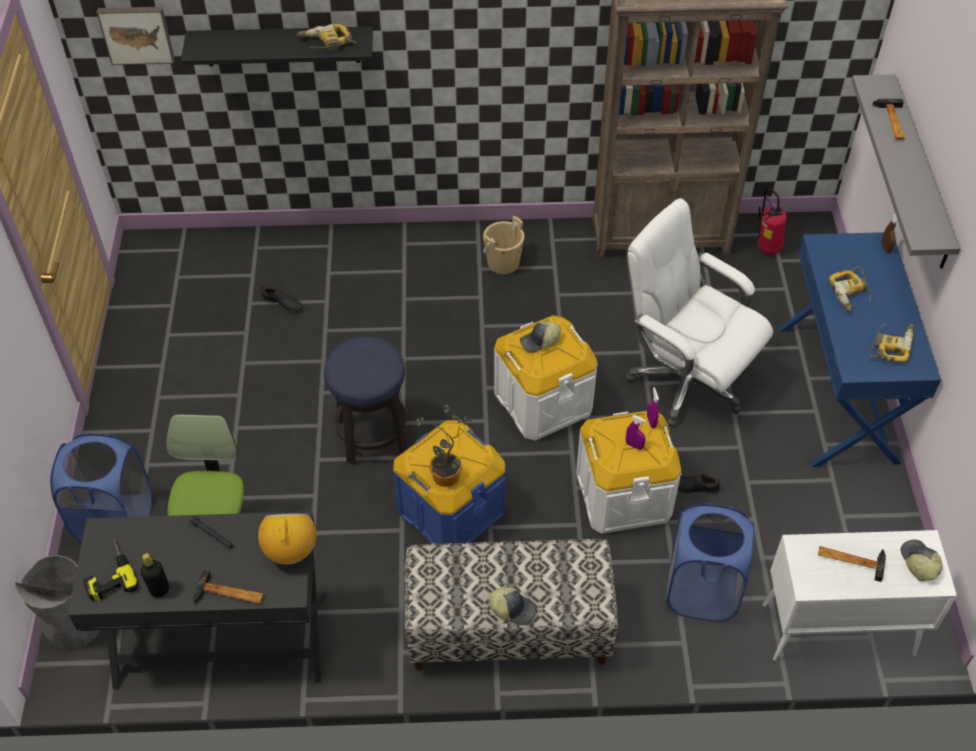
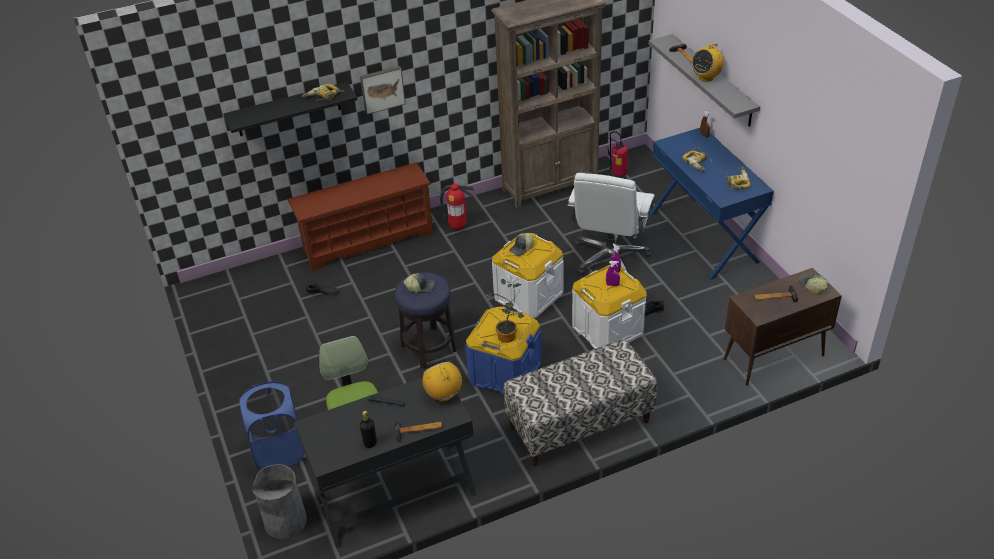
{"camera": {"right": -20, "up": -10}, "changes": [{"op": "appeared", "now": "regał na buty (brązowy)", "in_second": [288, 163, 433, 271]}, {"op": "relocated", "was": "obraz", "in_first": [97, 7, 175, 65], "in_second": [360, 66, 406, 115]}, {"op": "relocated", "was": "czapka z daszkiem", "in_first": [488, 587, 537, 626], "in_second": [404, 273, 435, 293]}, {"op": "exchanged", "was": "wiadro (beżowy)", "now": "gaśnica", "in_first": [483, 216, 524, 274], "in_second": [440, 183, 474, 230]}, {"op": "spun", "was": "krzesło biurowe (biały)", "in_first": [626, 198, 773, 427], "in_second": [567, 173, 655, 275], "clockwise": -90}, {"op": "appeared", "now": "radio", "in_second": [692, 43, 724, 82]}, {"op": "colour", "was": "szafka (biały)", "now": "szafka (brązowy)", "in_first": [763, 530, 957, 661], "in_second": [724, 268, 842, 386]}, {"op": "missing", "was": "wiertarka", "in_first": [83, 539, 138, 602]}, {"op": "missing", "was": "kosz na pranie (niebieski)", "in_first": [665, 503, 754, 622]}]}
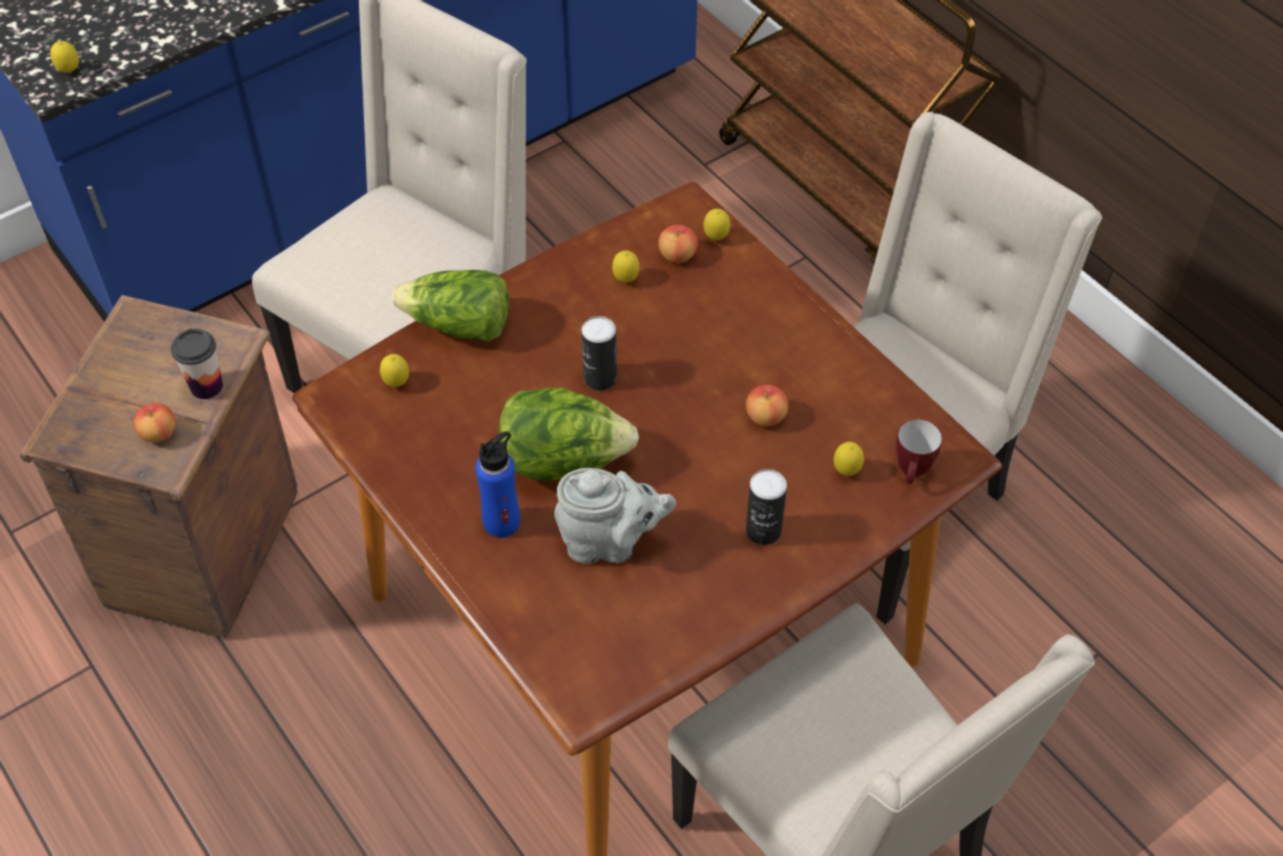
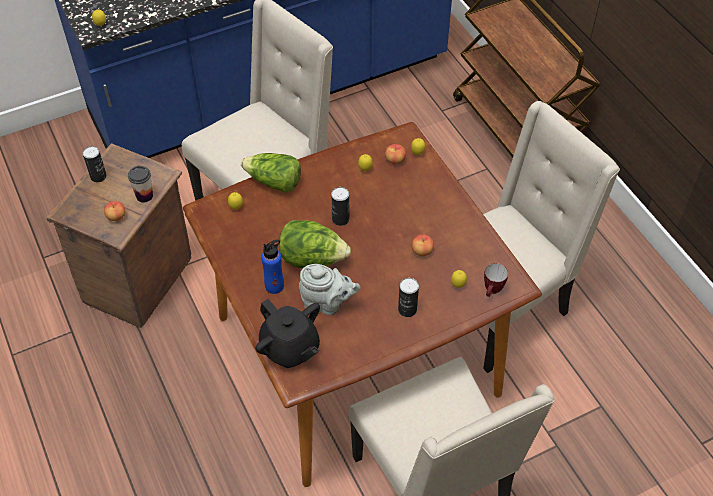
{"camera": {"right": 10, "up": 0}, "changes": [{"op": "appeared", "now": "puszka", "in_second": [83, 146, 107, 182]}, {"op": "appeared", "now": "imbryk (czarny)", "in_second": [255, 299, 320, 368]}]}
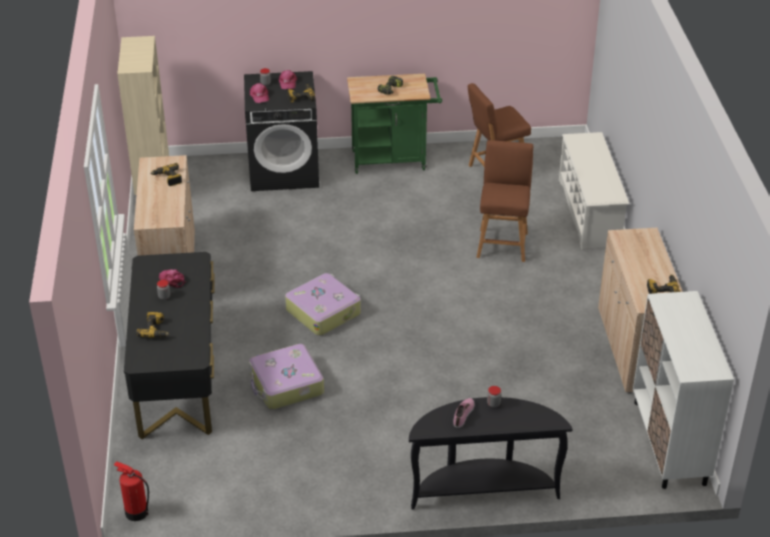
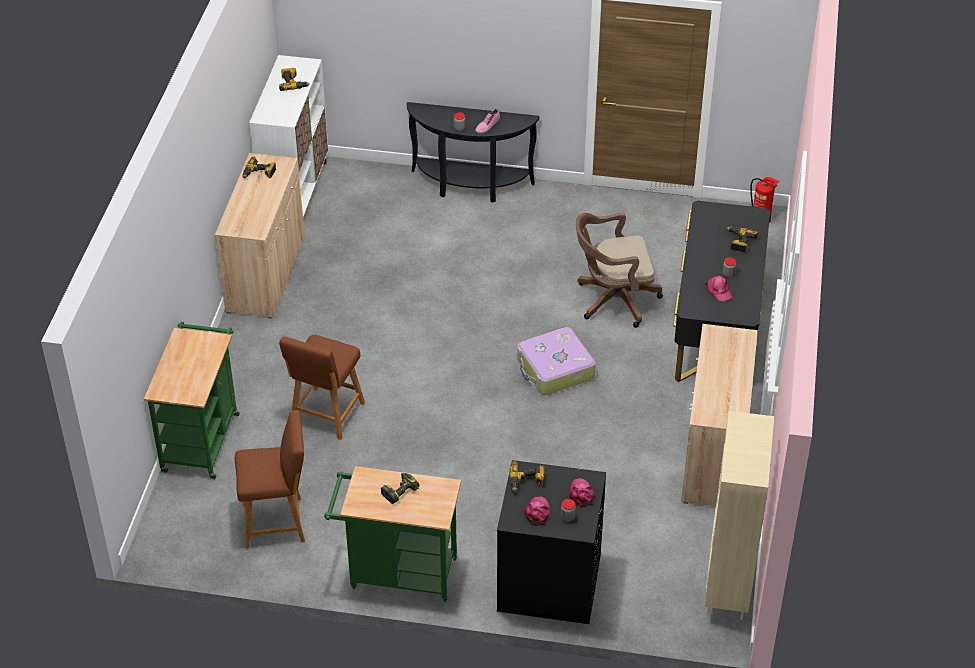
{"camera": {"right": -165, "up": 5}, "changes": [{"op": "exchanged", "was": "regał na buty (biały)", "now": "wózek (zielony)", "in_first": [559, 132, 629, 250], "in_second": [144, 322, 240, 479]}, {"op": "relocated", "was": "wiertarka", "in_first": [150, 163, 182, 186], "in_second": [279, 68, 310, 91]}, {"op": "exchanged", "was": "walizka", "now": "krzesło biurowe (brązowy)", "in_first": [249, 344, 324, 410], "in_second": [575, 213, 663, 328]}]}
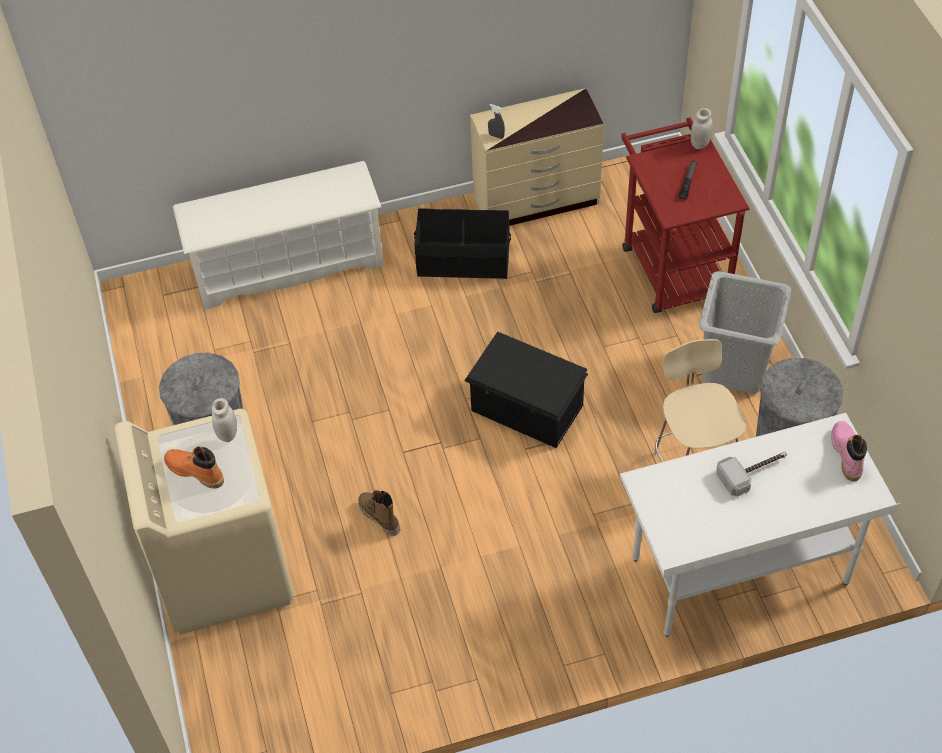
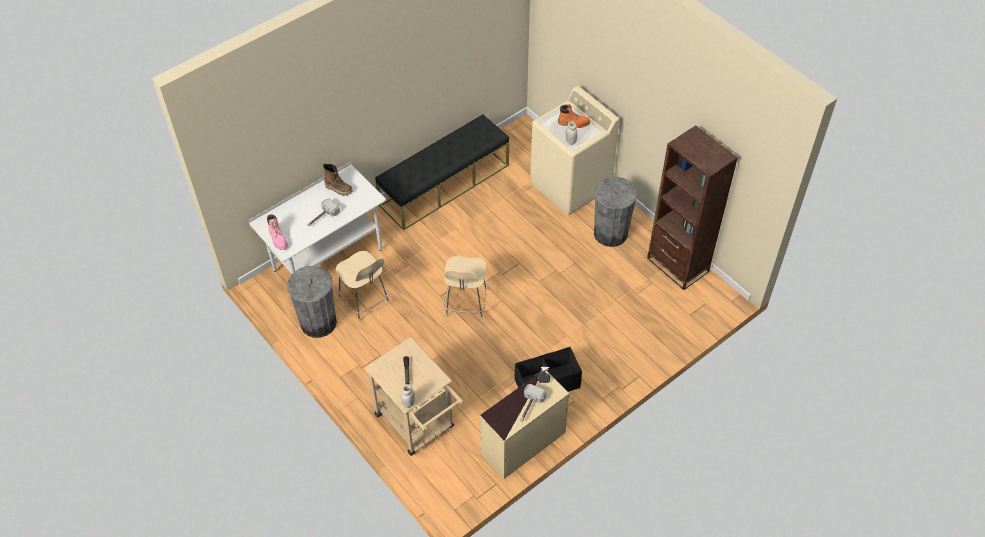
{"camera": {"right": 155, "up": 0}, "changes": [{"op": "relocated", "was": "but z cholewką", "in_first": [358, 490, 400, 536], "in_second": [323, 163, 353, 196]}, {"op": "colour", "was": "wózek (czerwony)", "now": "wózek (beżowy)", "in_first": [621, 117, 750, 313], "in_second": [364, 337, 463, 456]}, {"op": "appeared", "now": "ławka (czarny)", "in_second": [375, 114, 509, 230]}, {"op": "exchanged", "was": "pojemnik do przechowywania (czarny)", "now": "stołek (beżowy)", "in_first": [464, 332, 588, 448], "in_second": [444, 256, 487, 320]}, {"op": "appeared", "now": "młotek", "in_second": [520, 384, 547, 422]}, {"op": "appeared", "now": "regał (brązowy)", "in_second": [647, 125, 738, 290]}, {"op": "missing", "was": "regał na buty (biały)", "in_first": [173, 161, 384, 310]}, {"op": "missing", "was": "kosz na pranie (szary)", "in_first": [699, 271, 791, 394]}]}
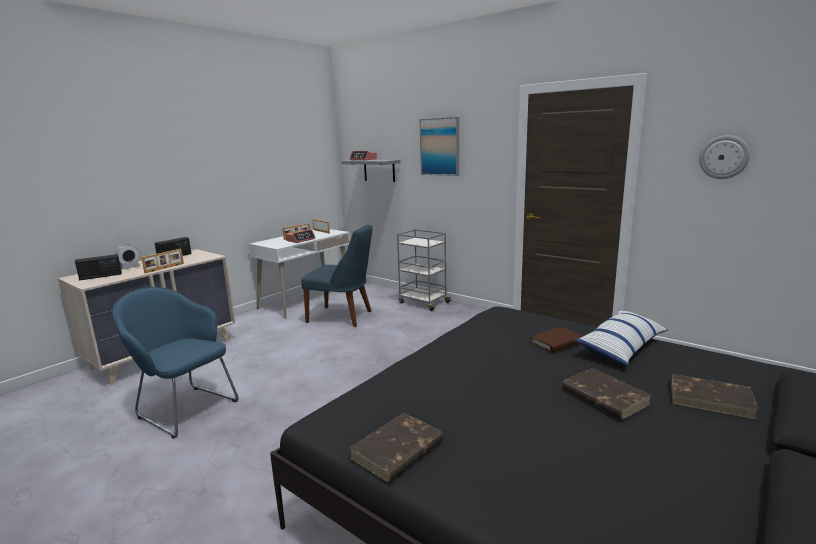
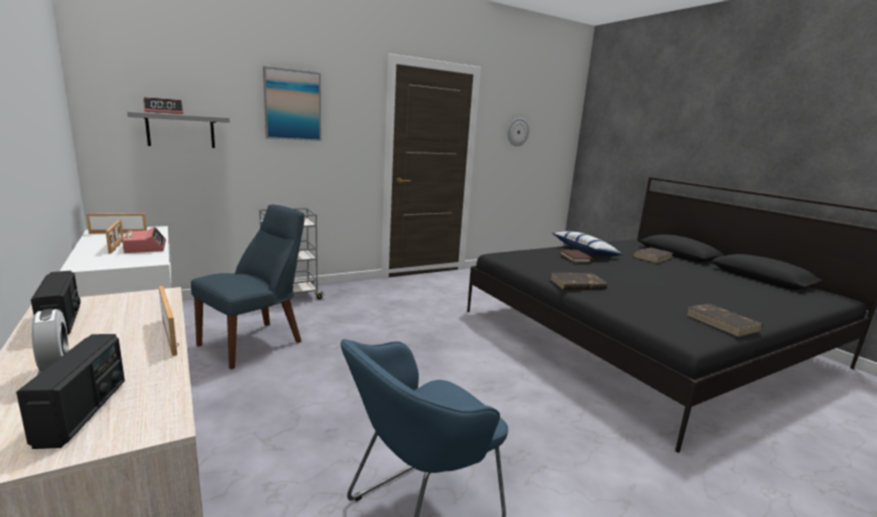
{"camera": {"right": -70, "up": 0}, "changes": [{"op": "relocated", "was": "książka (brązowy)", "in_first": [562, 368, 651, 419], "in_second": [550, 273, 607, 289]}]}
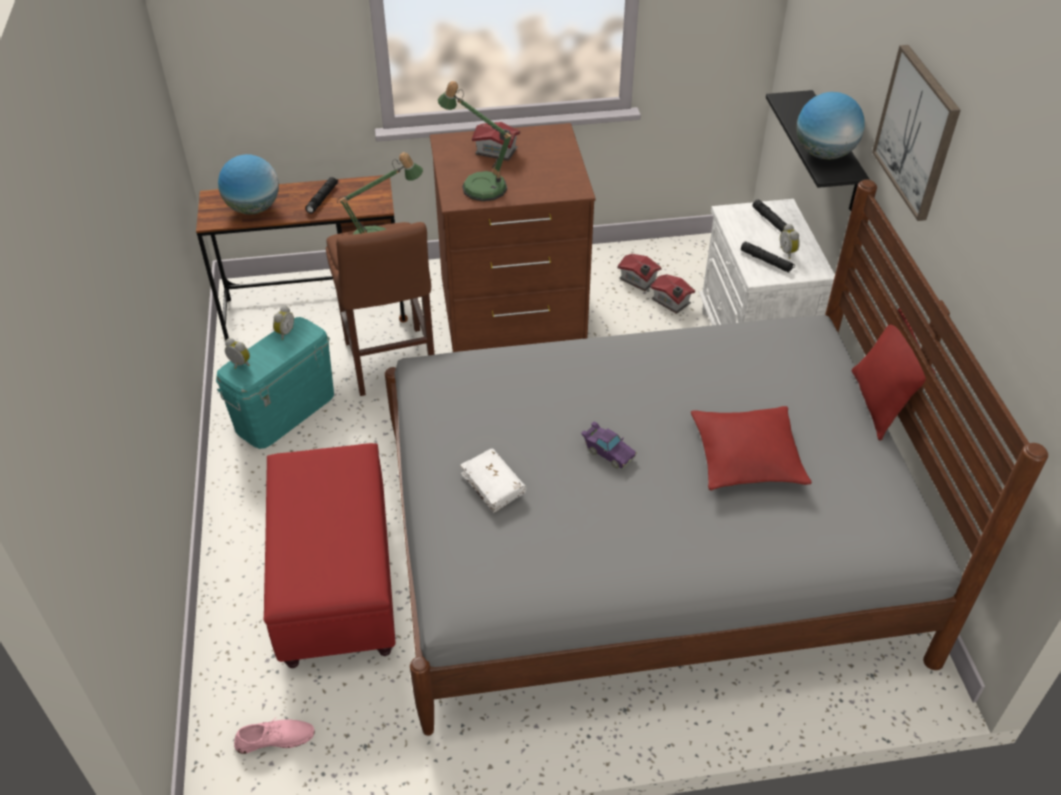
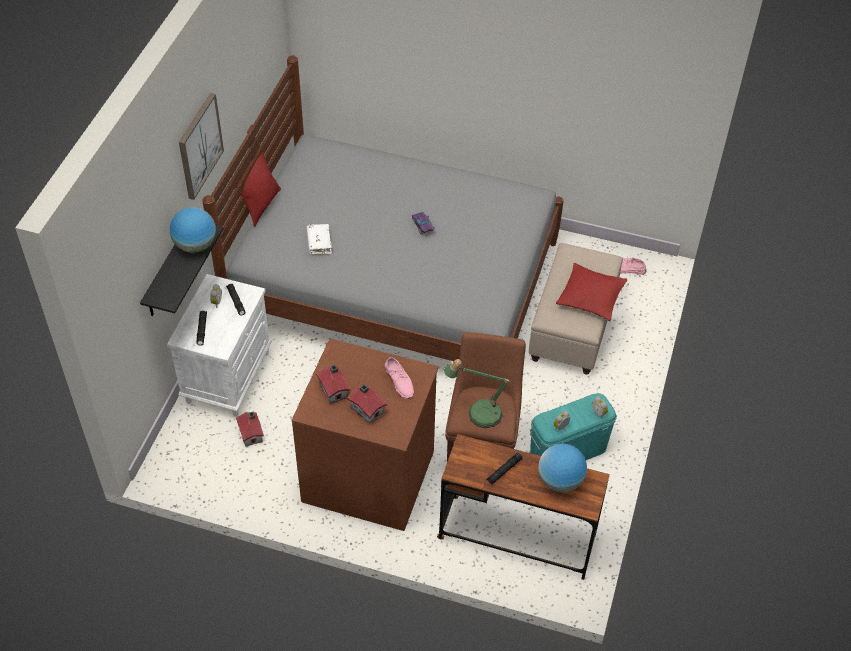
{"camera": {"right": -155, "up": 5}, "changes": [{"op": "relocated", "was": "książka (biały)", "in_first": [460, 449, 526, 513], "in_second": [306, 224, 332, 254]}, {"op": "relocated", "was": "domek", "in_first": [618, 254, 662, 291], "in_second": [316, 364, 350, 404]}, {"op": "exchanged", "was": "lampa stołowa", "now": "but (różowy)", "in_first": [438, 81, 514, 201], "in_second": [384, 357, 414, 399]}, {"op": "colour", "was": "pufa (czerwony)", "now": "pufa (beżowy)", "in_first": [263, 443, 395, 668], "in_second": [529, 243, 623, 375]}, {"op": "relocated", "was": "poduszka (czerwony)", "in_first": [691, 406, 812, 491], "in_second": [556, 263, 627, 321]}]}
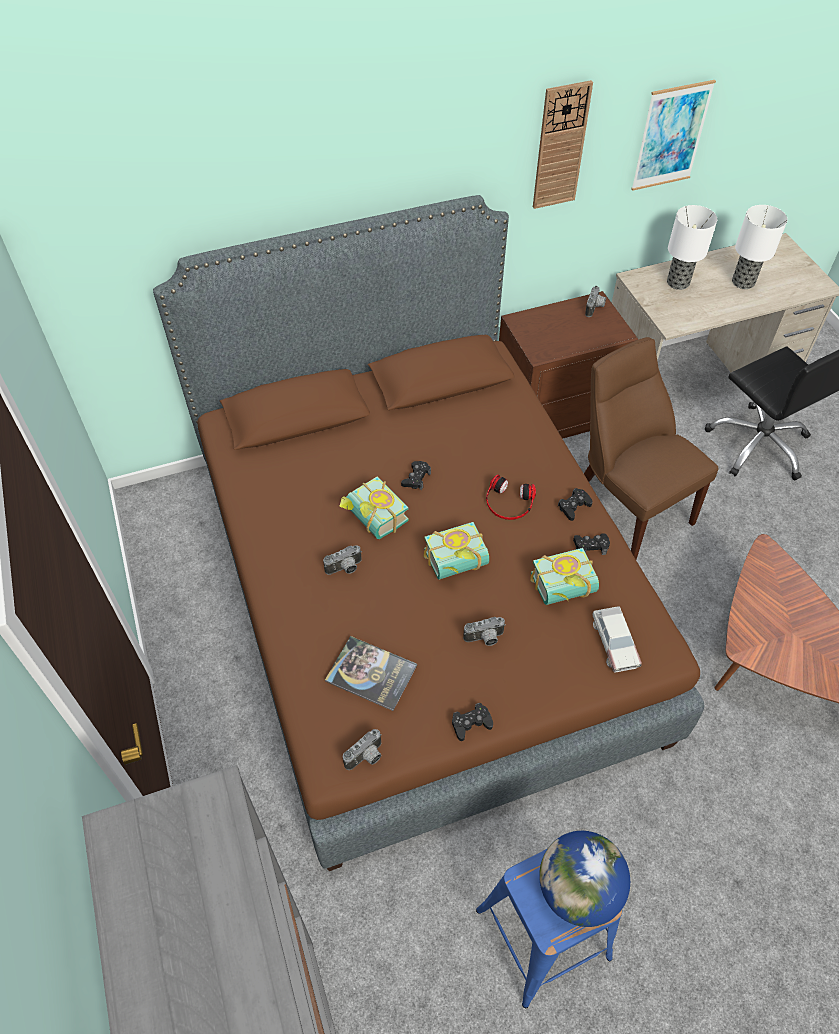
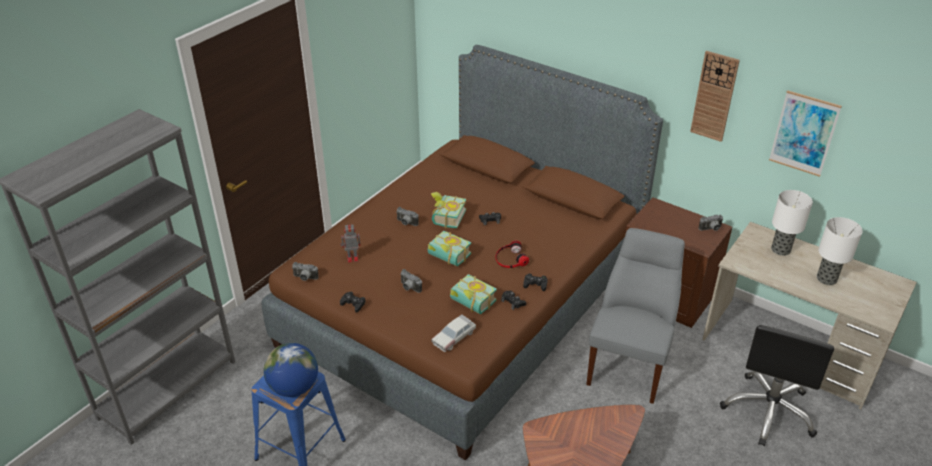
{"camera": {"right": 55, "up": -15}, "changes": [{"op": "exchanged", "was": "książka", "now": "robot zabawkowy", "in_first": [325, 636, 417, 711], "in_second": [340, 222, 360, 263]}, {"op": "colour", "was": "krzesło (brązowy)", "now": "krzesło (szary)", "in_first": [584, 337, 719, 560], "in_second": [586, 228, 685, 404]}]}
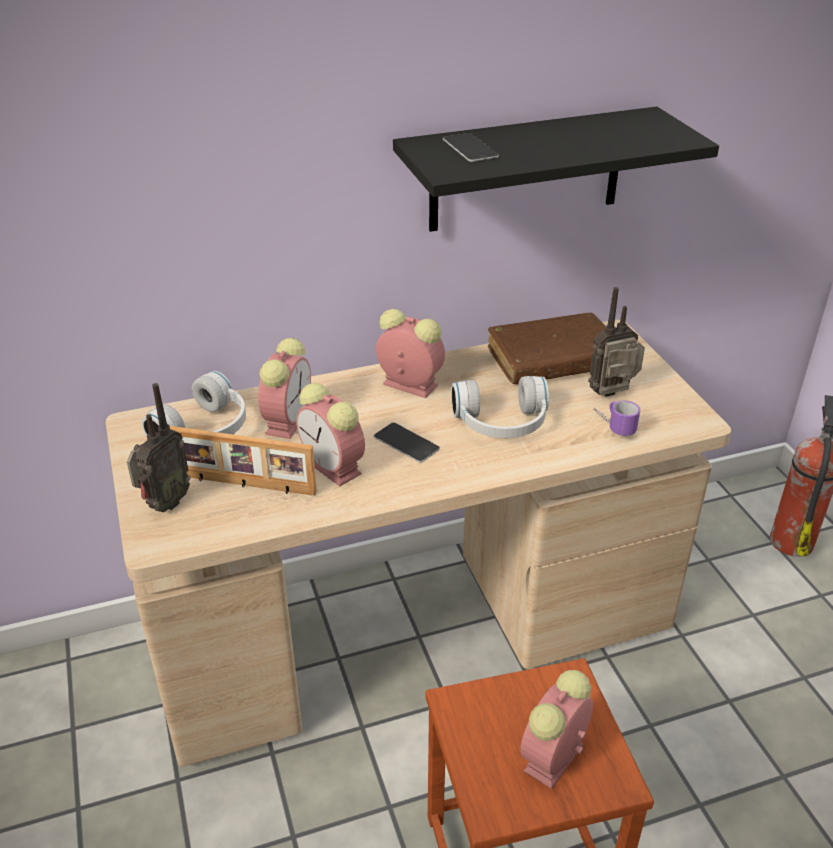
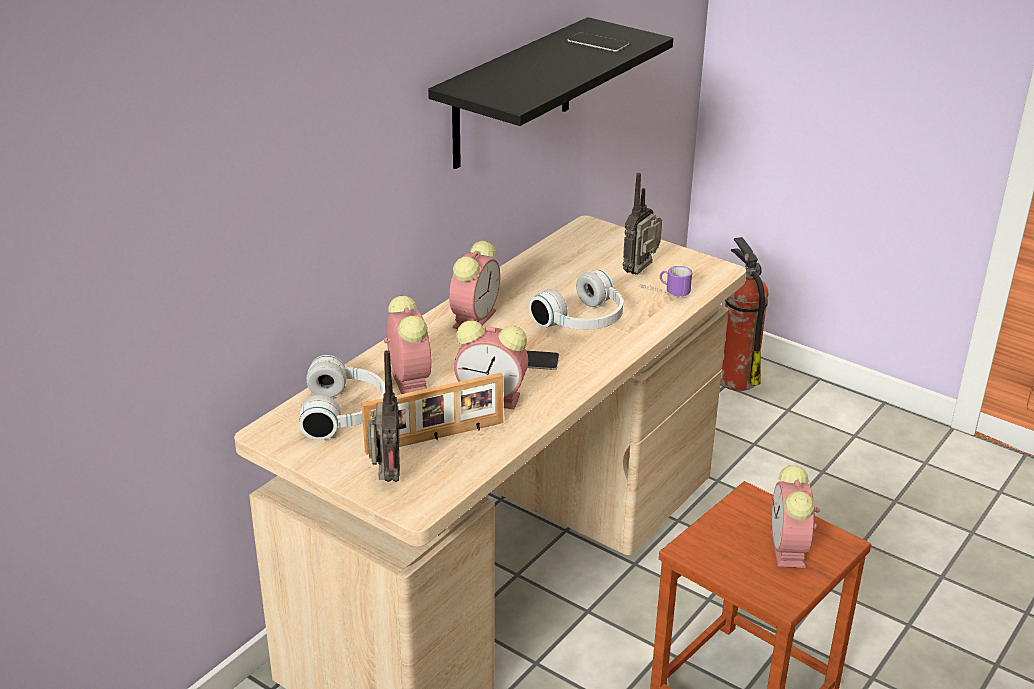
{"camera": {"right": -35, "up": -5}, "changes": [{"op": "spun", "was": "budzik", "in_first": [376, 309, 445, 398], "in_second": [449, 241, 500, 329], "clockwise": 120}, {"op": "relocated", "was": "telefon", "in_first": [443, 133, 499, 162], "in_second": [567, 33, 629, 52]}, {"op": "missing", "was": "książka (brązowy)", "in_first": [488, 312, 606, 384]}]}
